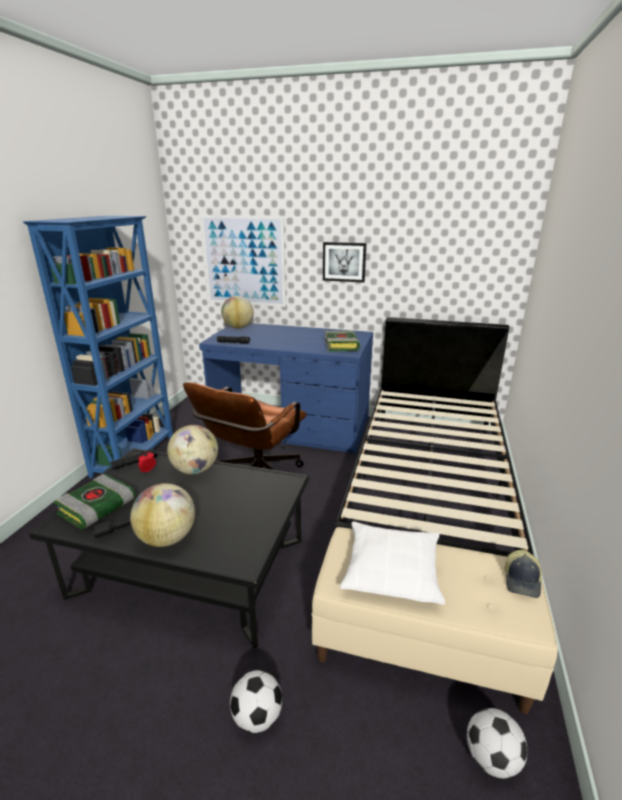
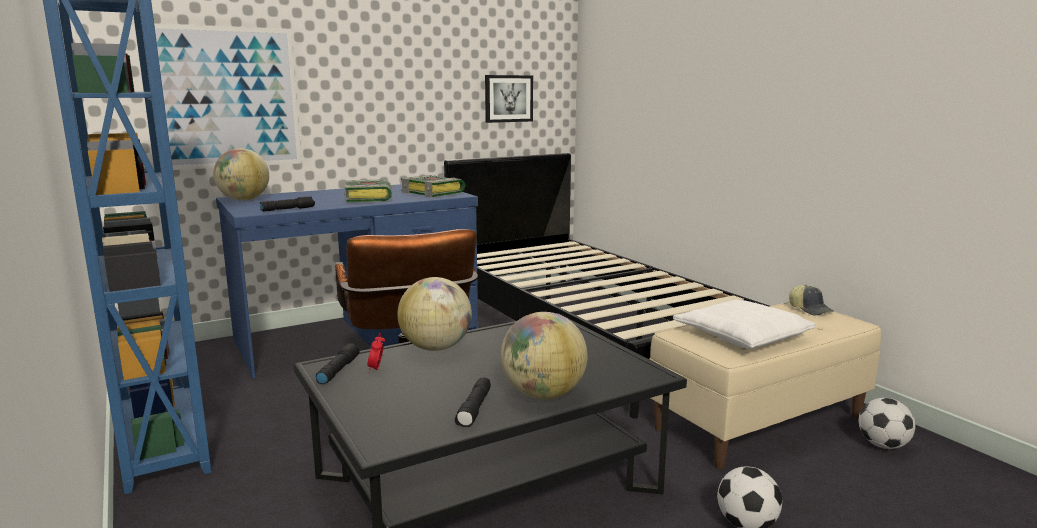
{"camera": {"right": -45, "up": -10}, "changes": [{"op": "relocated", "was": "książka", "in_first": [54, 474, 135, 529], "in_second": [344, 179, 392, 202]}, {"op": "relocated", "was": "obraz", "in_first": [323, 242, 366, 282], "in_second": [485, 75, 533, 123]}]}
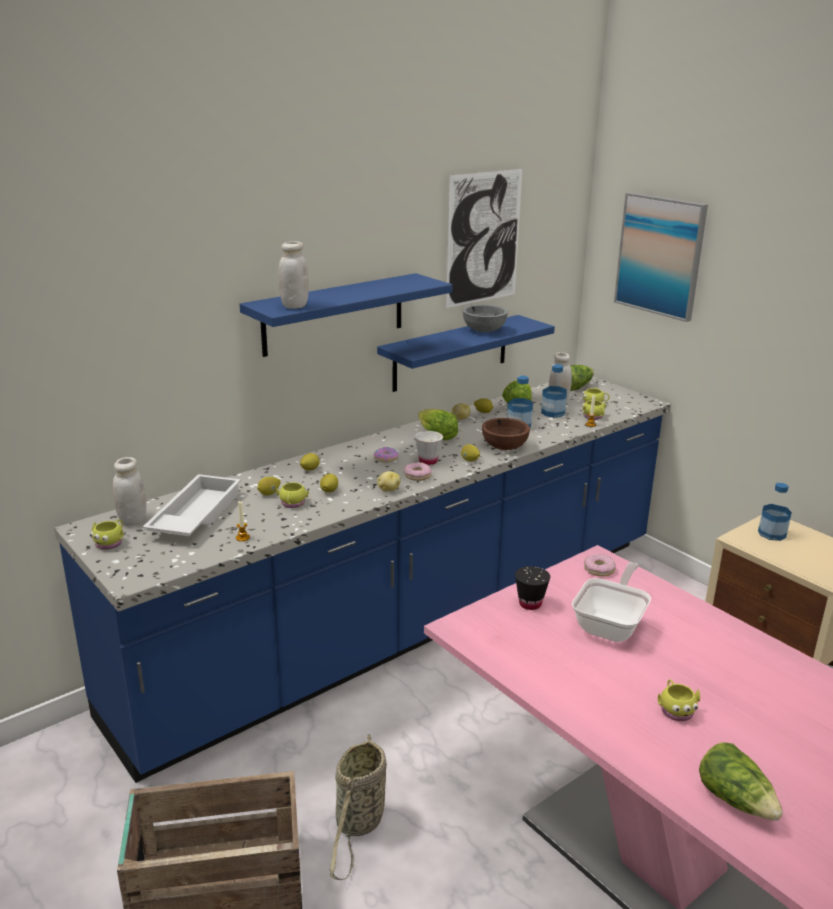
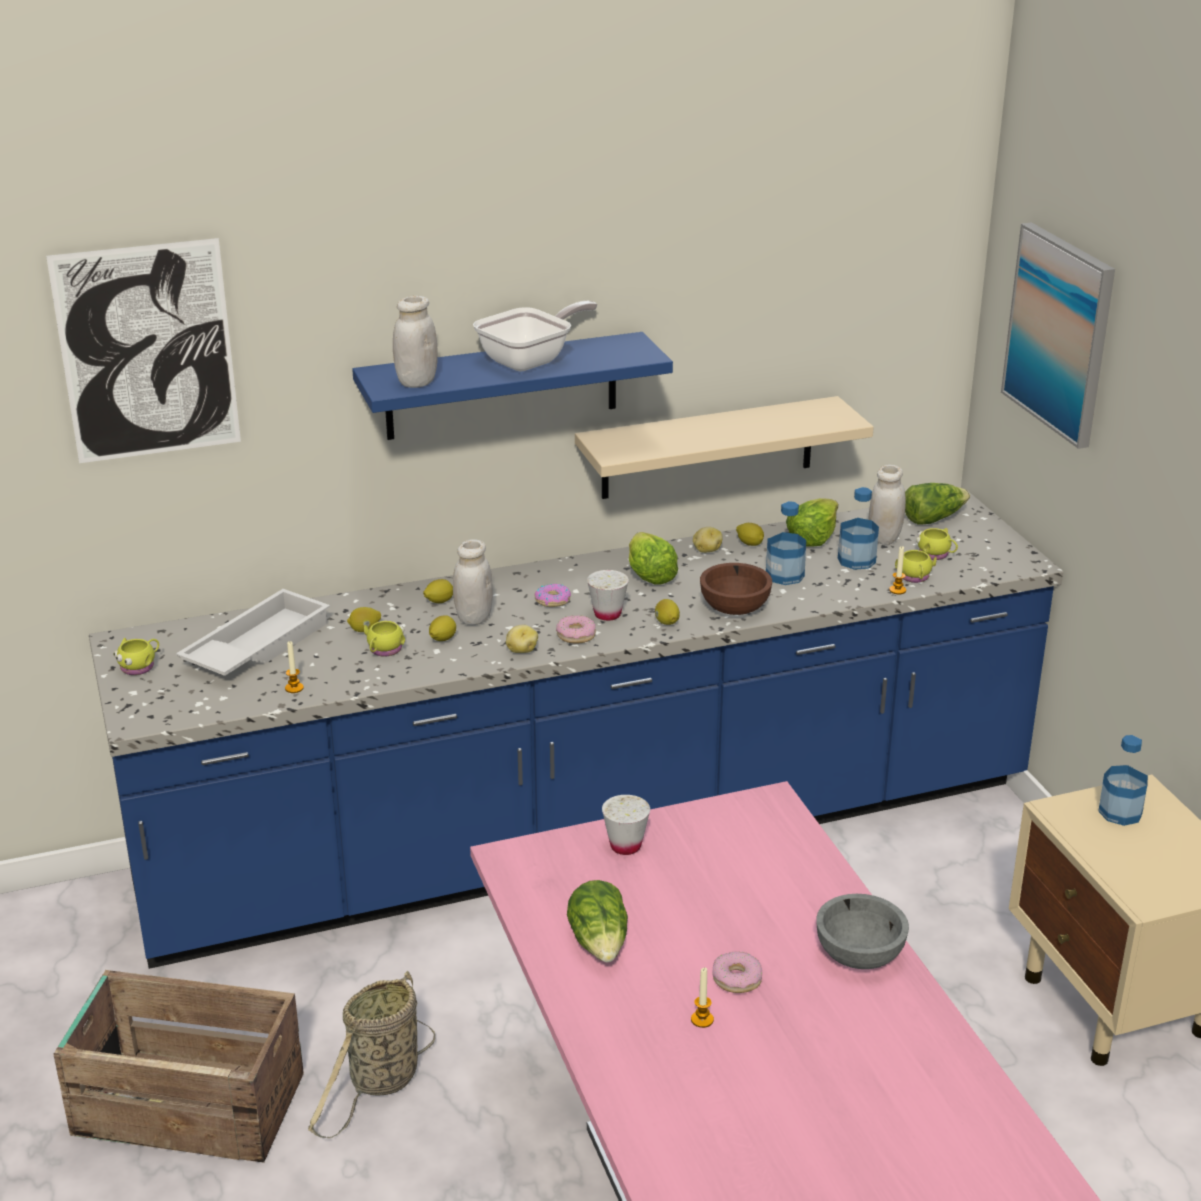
{"camera": {"right": 20, "up": 5}, "changes": [{"op": "relocated", "was": "obraz", "in_first": [446, 169, 522, 308], "in_second": [46, 238, 241, 463]}, {"op": "relocated", "was": "słoik (biały)", "in_first": [113, 457, 146, 526], "in_second": [453, 539, 493, 625]}, {"op": "relocated", "was": "patelnia", "in_first": [572, 562, 651, 642], "in_second": [473, 301, 597, 372]}, {"op": "relocated", "was": "sałata", "in_first": [699, 743, 783, 821], "in_second": [567, 880, 628, 962]}, {"op": "colour", "was": "półka (niebieski)", "now": "półka (beżowy)", "in_first": [377, 315, 555, 392], "in_second": [575, 396, 874, 499]}, {"op": "colour", "was": "filiżanka (czarny)", "now": "filiżanka (biały)", "in_first": [515, 566, 550, 610], "in_second": [602, 795, 650, 855]}, {"op": "exchanged", "was": "kubek (żółty)", "now": "świeca", "in_first": [658, 679, 700, 721], "in_second": [691, 968, 714, 1028]}, {"op": "relocated", "was": "donut", "in_first": [584, 554, 616, 576], "in_second": [713, 952, 762, 993]}, {"op": "relocated", "was": "miska (szary)", "in_first": [463, 305, 508, 332], "in_second": [816, 894, 909, 969]}]}
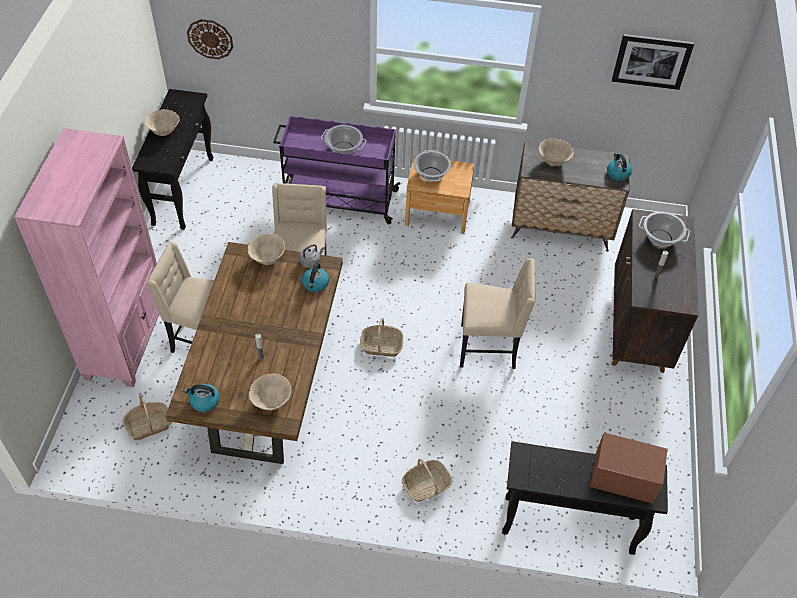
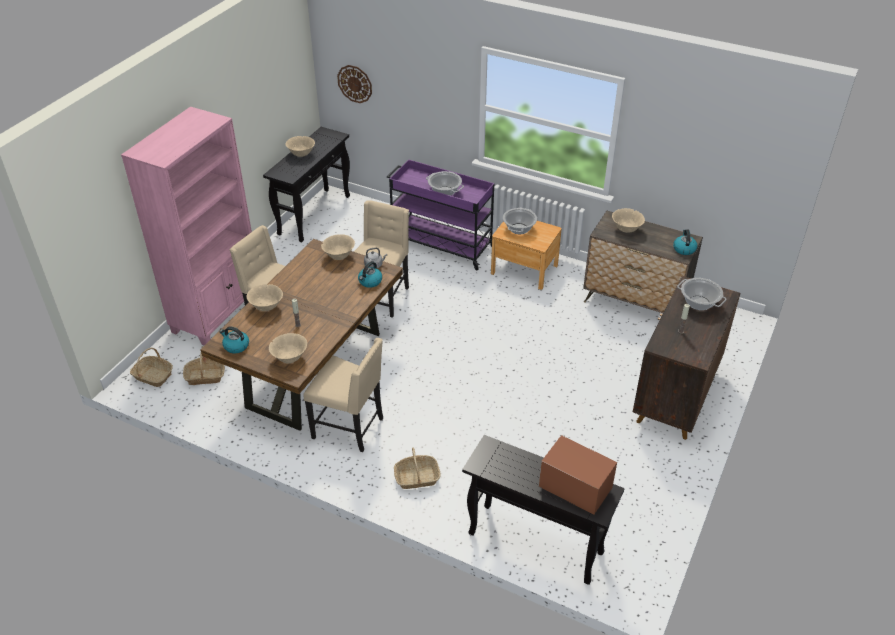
{"camera": {"right": 20, "up": -10}, "changes": [{"op": "relocated", "was": "koszyk", "in_first": [360, 318, 403, 357], "in_second": [130, 348, 173, 387]}, {"op": "appeared", "now": "miska (beżowy)", "in_second": [246, 284, 283, 311]}, {"op": "relocated", "was": "krzesło (beżowy)", "in_first": [460, 258, 536, 369], "in_second": [304, 338, 383, 452]}, {"op": "missing", "was": "obraz", "in_first": [612, 34, 694, 90]}]}
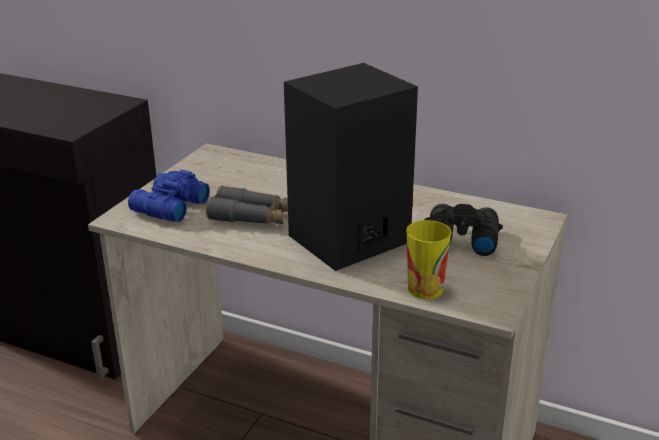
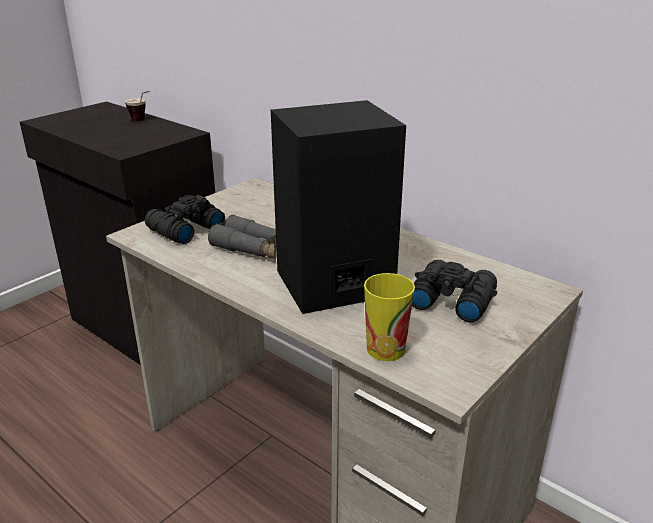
{"camera": {"right": 15, "up": 0}, "changes": [{"op": "appeared", "now": "filiżanka", "in_second": [125, 91, 150, 122]}, {"op": "colour", "was": "lornetka (niebieski)", "now": "lornetka (czarny)", "in_first": [128, 170, 210, 222], "in_second": [145, 195, 225, 244]}]}
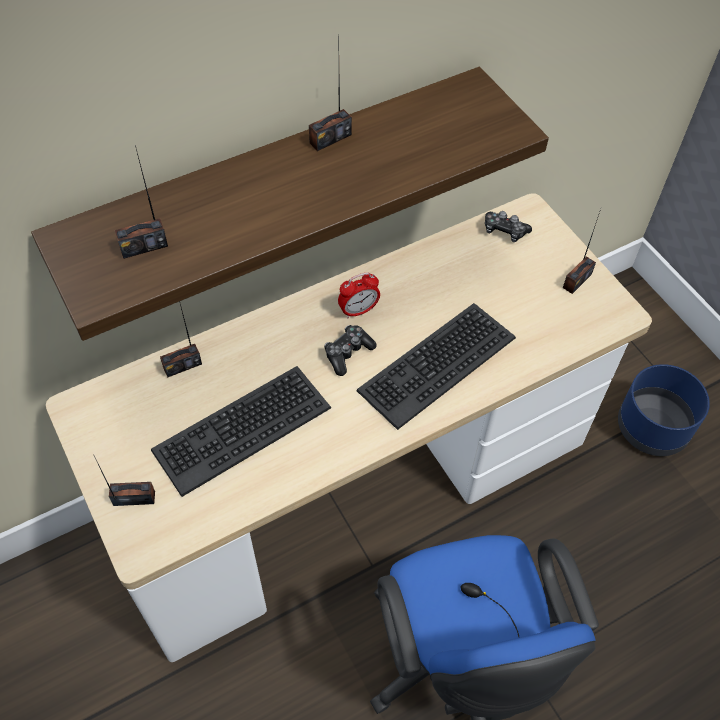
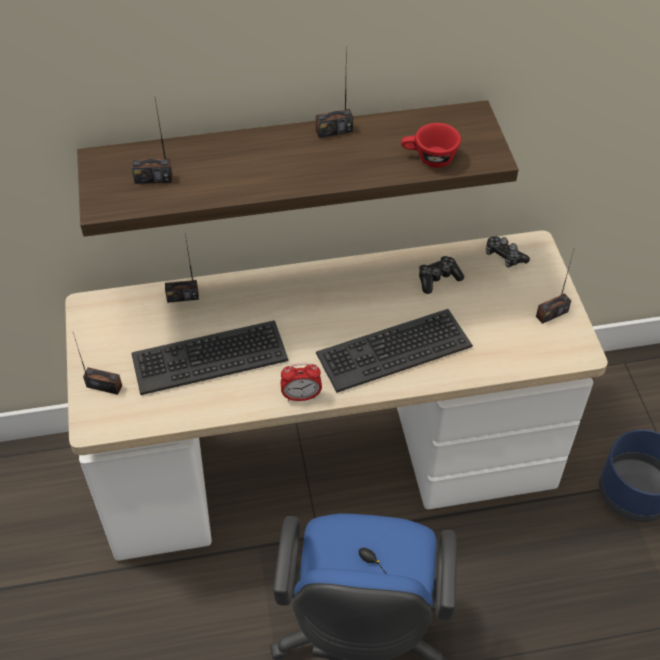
{"camera": {"right": 20, "up": -5}, "changes": [{"op": "relocated", "was": "budzik", "in_first": [338, 272, 380, 318], "in_second": [281, 363, 322, 401]}, {"op": "appeared", "now": "filiżanka (czerwony)", "in_second": [401, 123, 461, 168]}, {"op": "relocated", "was": "pad do gier", "in_first": [324, 325, 377, 376], "in_second": [419, 256, 464, 294]}]}
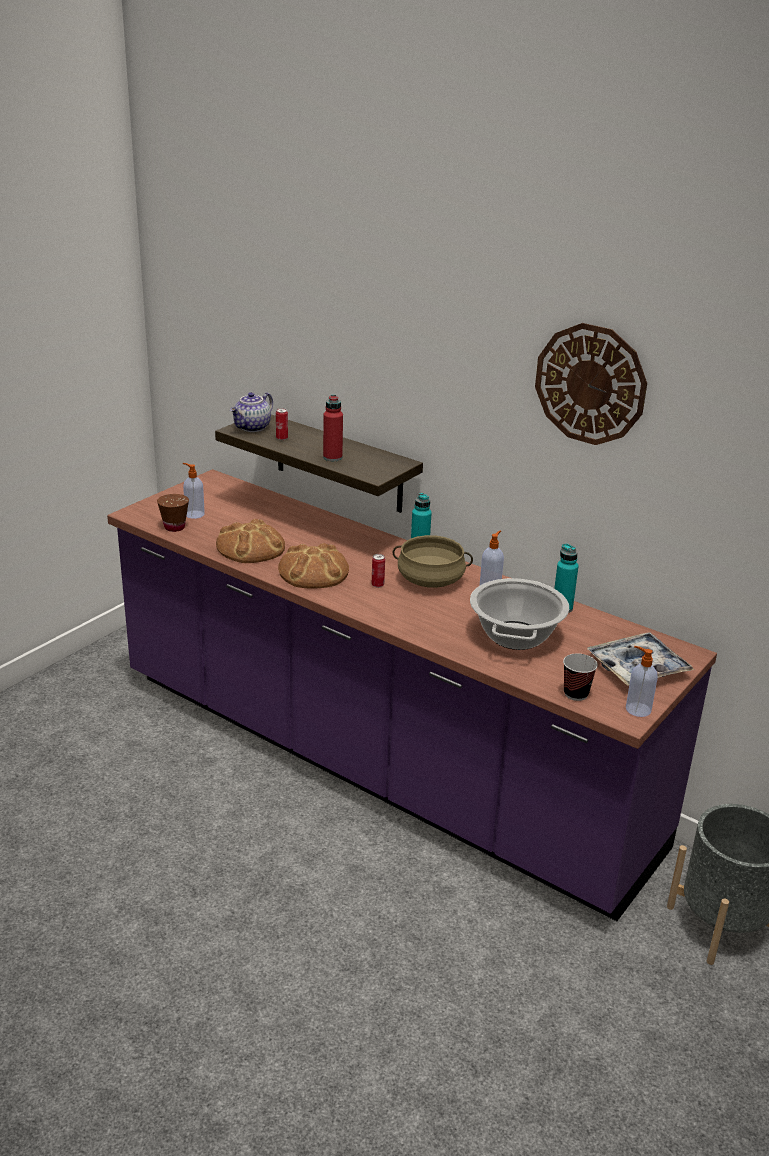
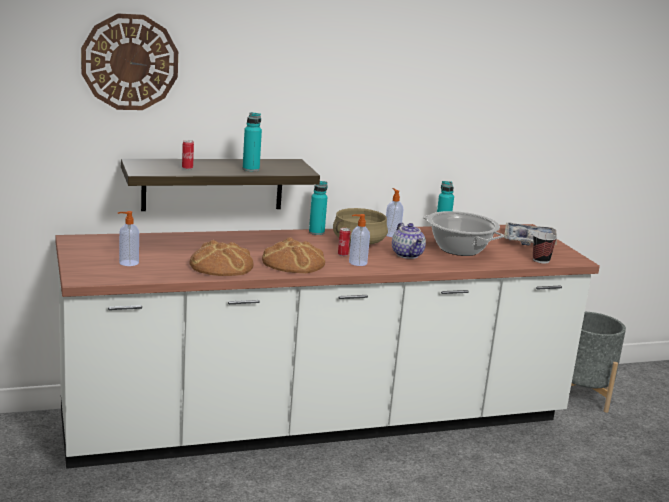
{"camera": {"right": -55, "up": -10}, "changes": [{"op": "colour", "was": "zabudowa kuchenna (fioletowy)", "now": "zabudowa kuchenna (biały)", "in_first": [107, 469, 717, 921], "in_second": [55, 224, 600, 469]}, {"op": "relocated", "was": "zegar ścienny", "in_first": [535, 323, 647, 445], "in_second": [81, 13, 178, 110]}, {"op": "colour", "was": "butelka (czerwony)", "now": "butelka (turkusowy)", "in_first": [323, 395, 343, 461], "in_second": [243, 112, 262, 172]}, {"op": "relocated", "was": "dozownik mydła", "in_first": [626, 646, 658, 717], "in_second": [349, 214, 370, 266]}, {"op": "relocated", "was": "imbryk", "in_first": [230, 392, 273, 432], "in_second": [392, 223, 426, 259]}, {"op": "missing", "was": "filiżanka (brązowy)", "in_first": [157, 494, 189, 532]}]}
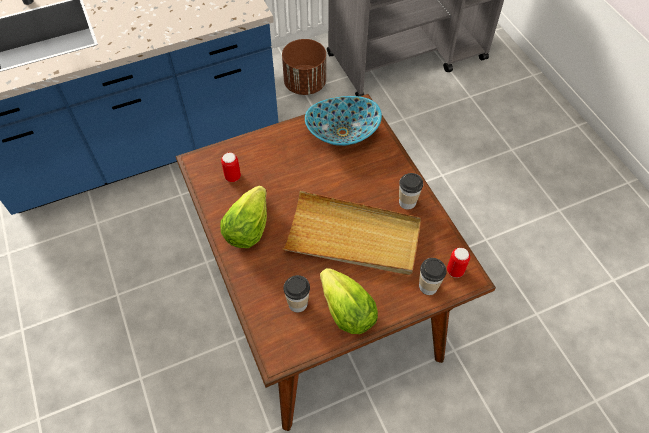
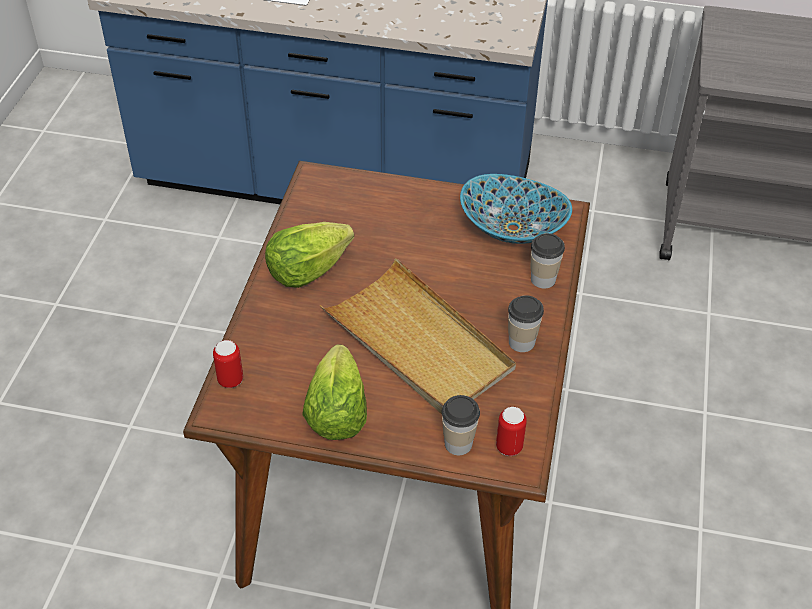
{"camera": {"right": 35, "up": -10}, "changes": [{"op": "relocated", "was": "puszka", "in_first": [221, 152, 241, 182], "in_second": [213, 340, 243, 388]}, {"op": "relocated", "was": "filiżanka", "in_first": [283, 275, 310, 312], "in_second": [531, 233, 565, 288]}, {"op": "missing", "was": "donica (brązowy)", "in_first": [282, 39, 326, 95]}]}
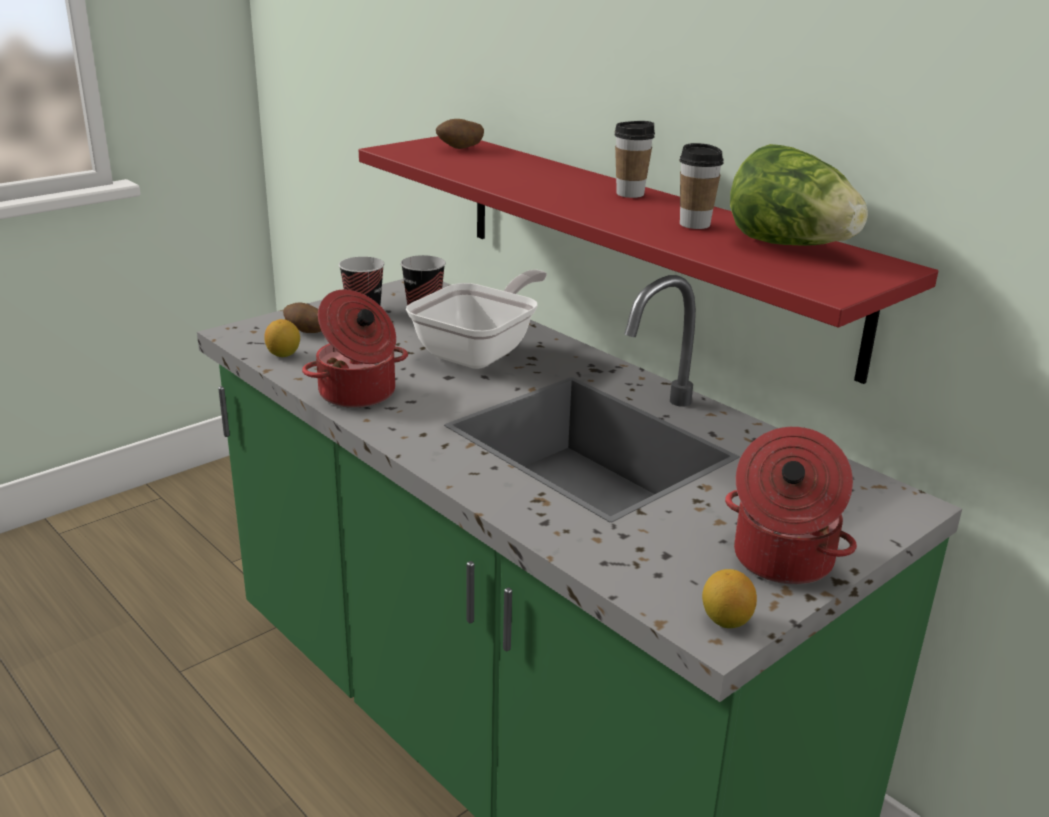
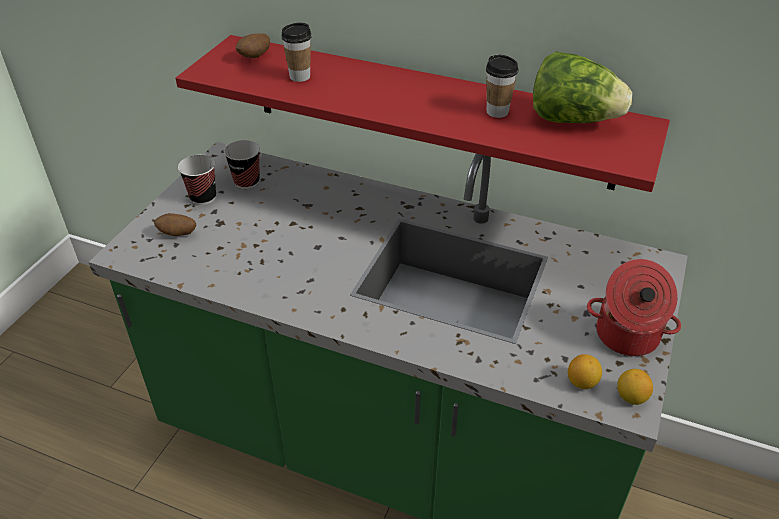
{"camera": {"right": -25, "up": 15}, "changes": [{"op": "relocated", "was": "filiżanka", "in_first": [614, 121, 655, 198], "in_second": [281, 23, 311, 82]}, {"op": "relocated", "was": "cytryna", "in_first": [264, 319, 300, 357], "in_second": [568, 354, 602, 389]}, {"op": "missing", "was": "garnek", "in_first": [302, 290, 408, 408]}, {"op": "missing", "was": "patelnia", "in_first": [406, 269, 547, 369]}]}
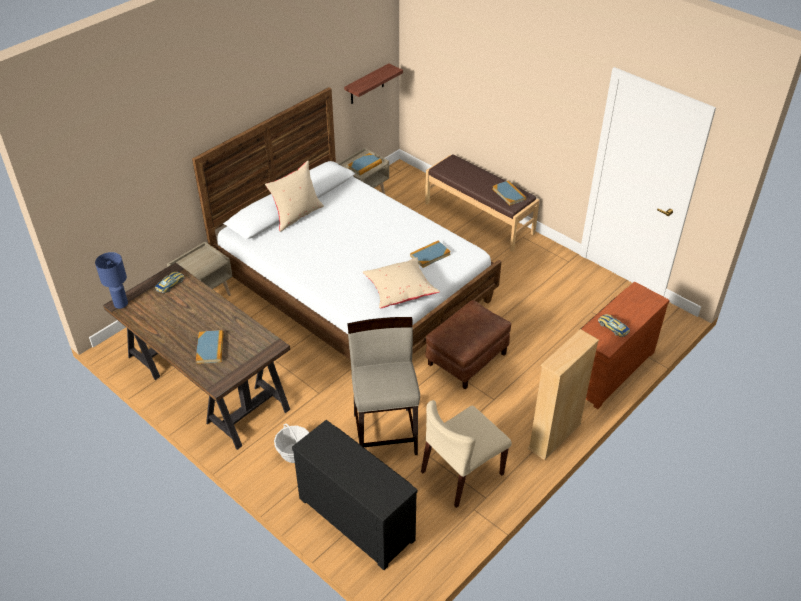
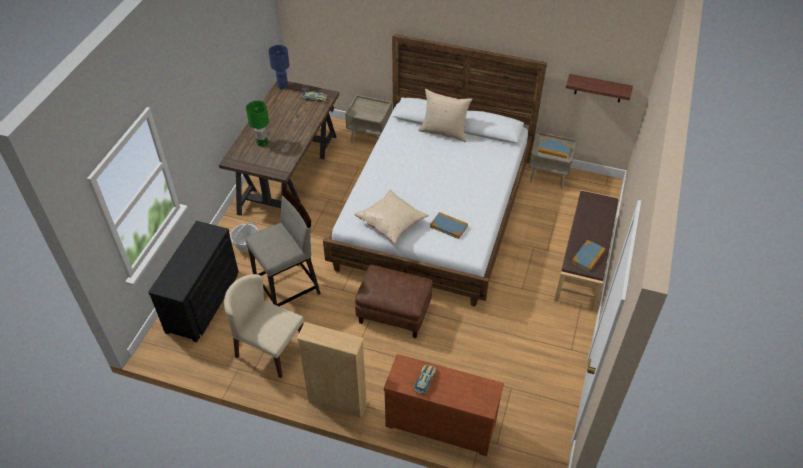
{"camera": {"right": 65, "up": 5}, "changes": [{"op": "exchanged", "was": "książka", "now": "lampa stołowa (zielony)", "in_first": [196, 330, 224, 364], "in_second": [246, 101, 269, 147]}]}
